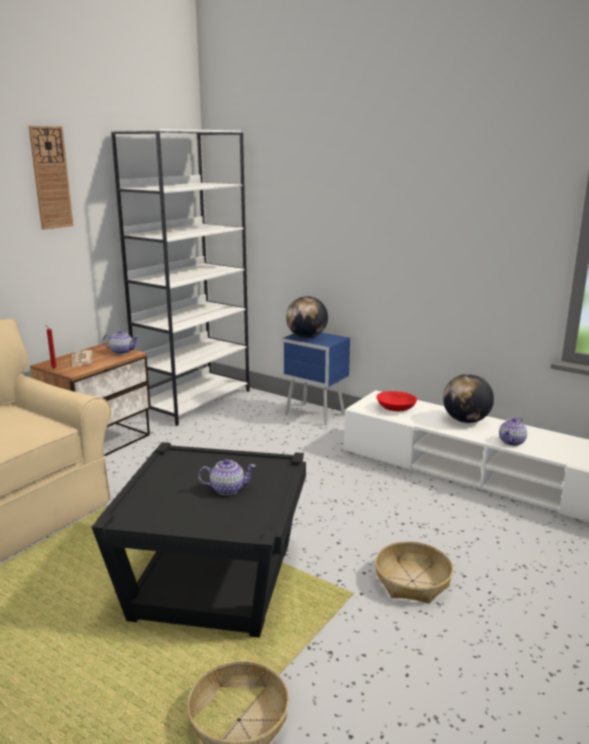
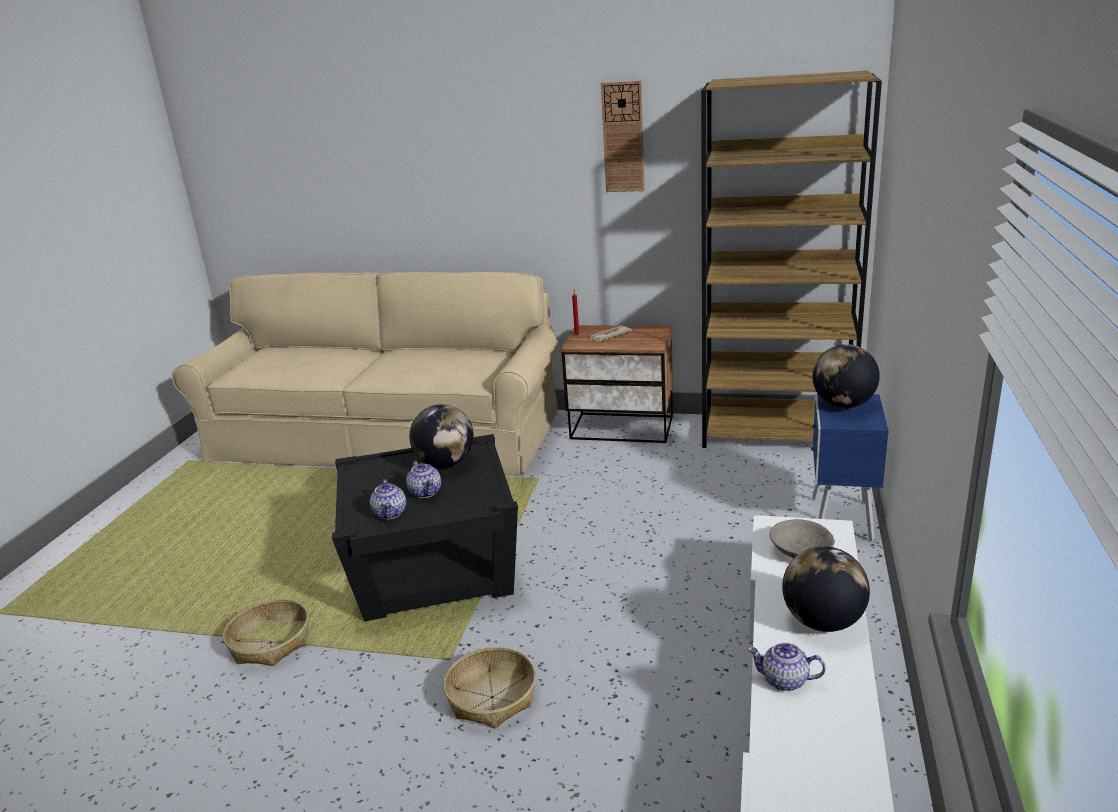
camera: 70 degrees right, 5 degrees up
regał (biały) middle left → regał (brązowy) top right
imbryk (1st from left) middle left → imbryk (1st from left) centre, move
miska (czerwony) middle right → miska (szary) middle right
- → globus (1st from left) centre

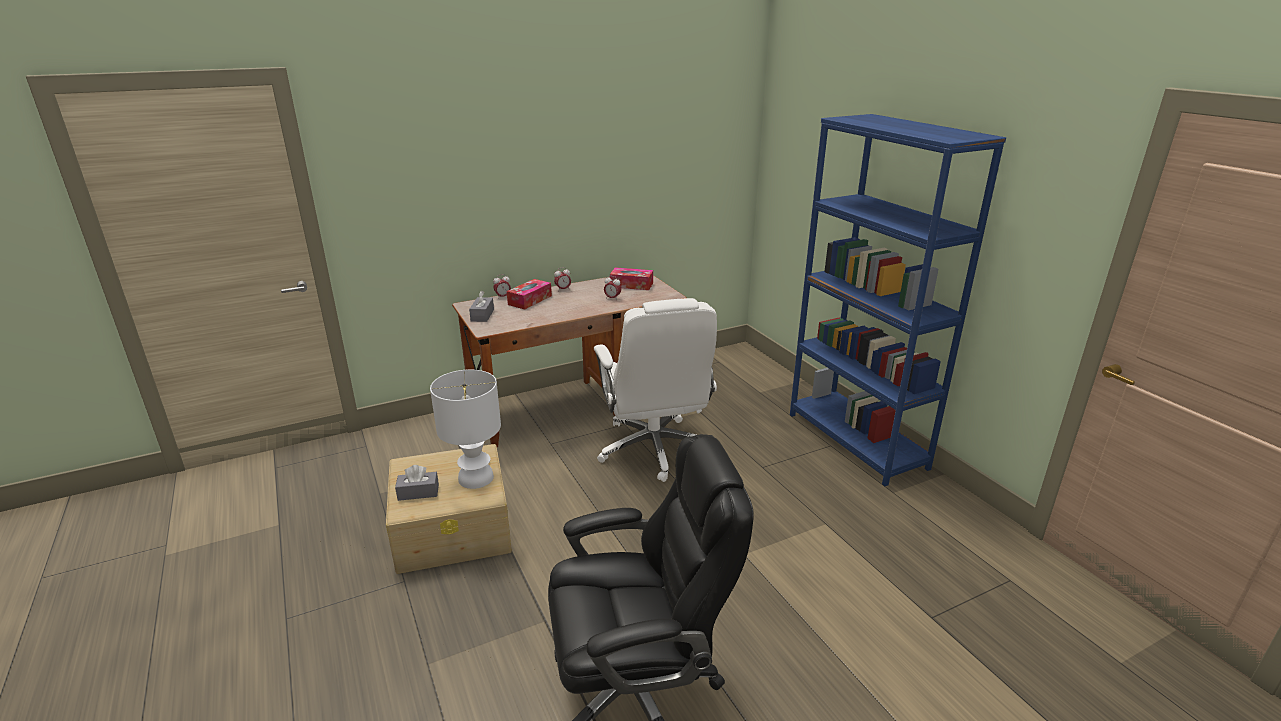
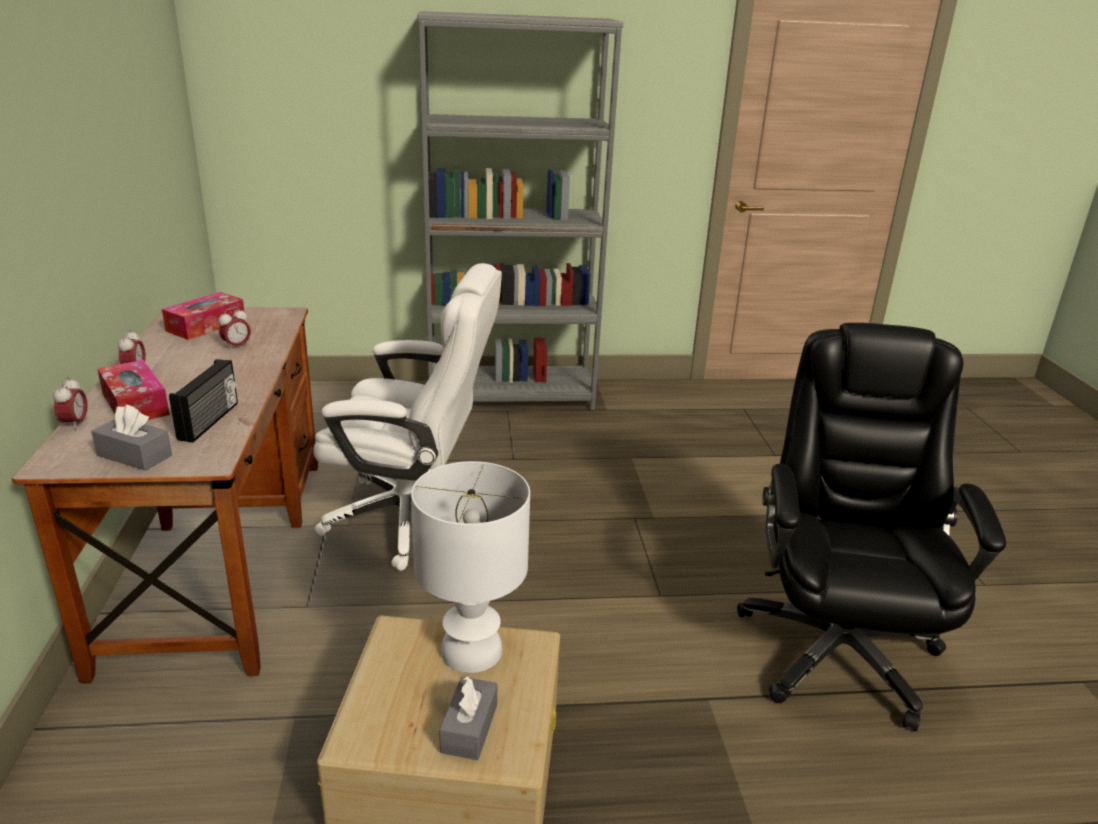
camera: 70 degrees left, 0 degrees up
regał (niebieski) middle right → regał (szary) top centre
- → radio middle left

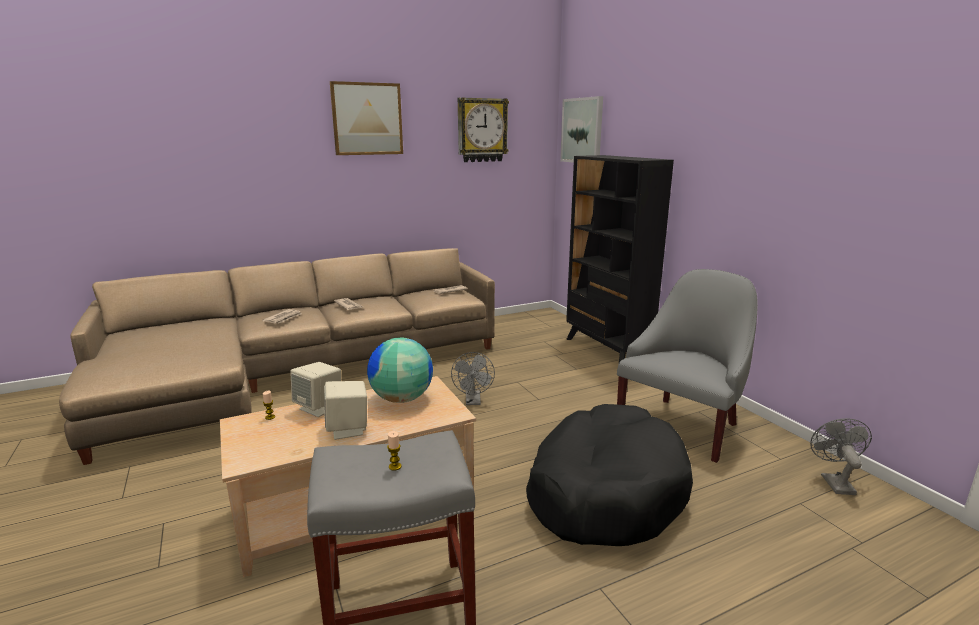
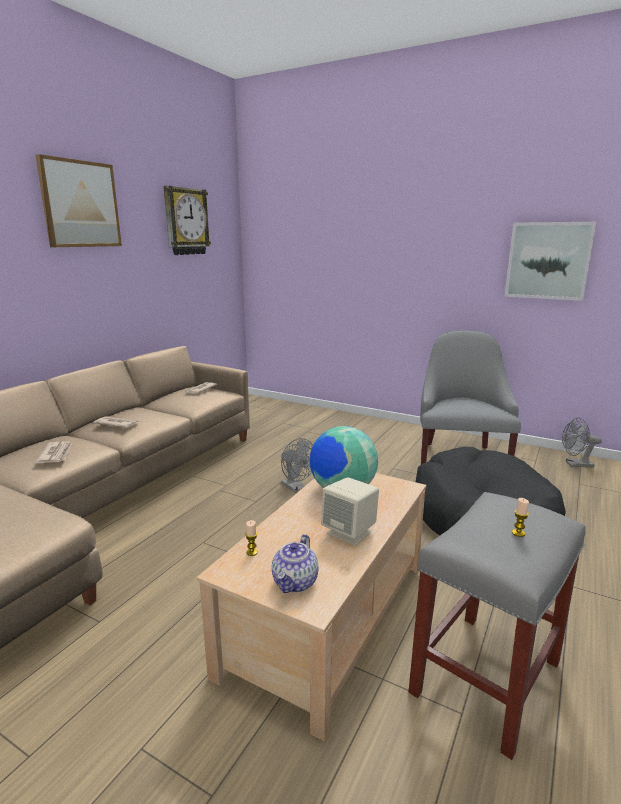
camera: 35 degrees left, 0 degrees up
obraz (2nd from left) top centre → obraz (2nd from left) top right, move
regał (czarny) centre → -
głośnik (beżowy) (1st from left) middle left → -
wentylator (szary) (2nd from left) bottom right → wentylator (szary) (2nd from left) middle right, 60 degrees counterclockwise
- → imbryk bottom centre

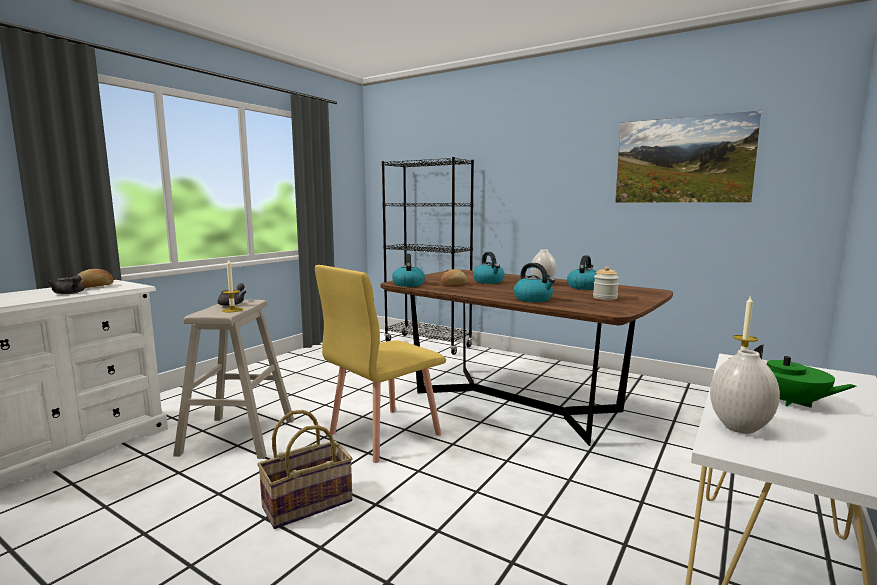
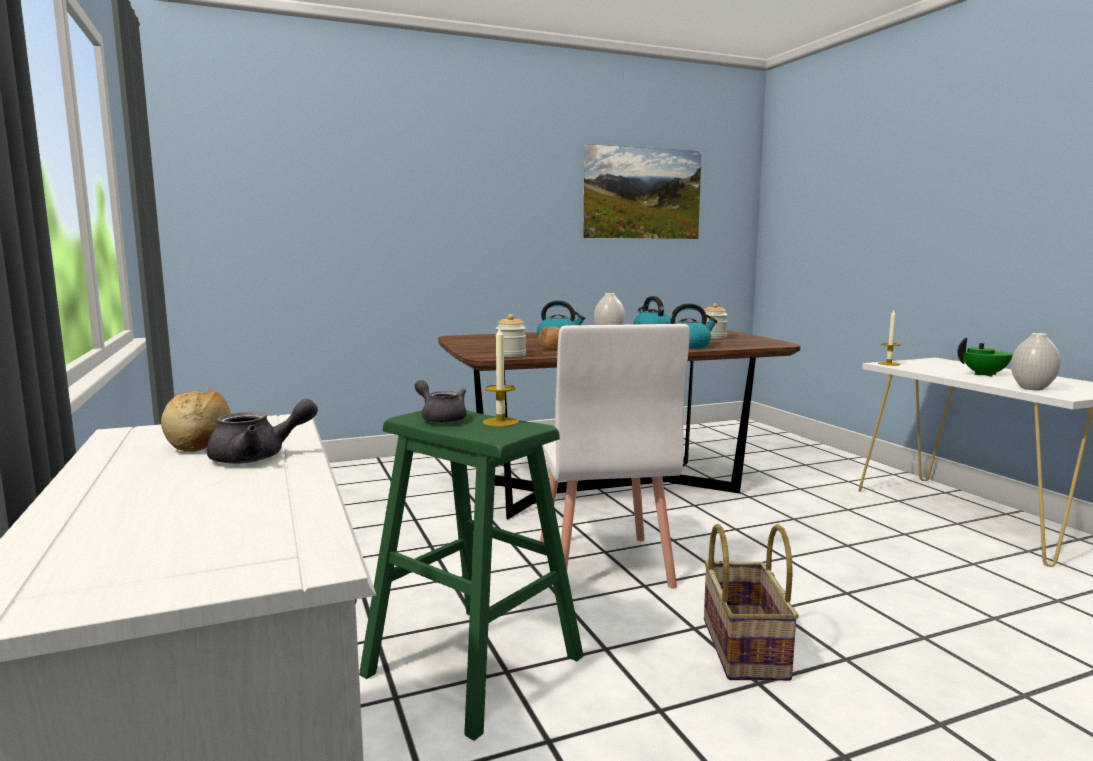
camera: 55 degrees left, 0 degrees up
regał (czarny) centre → -
czajnik (1st from left) centre → słoik (1st from left) centre
krzesło (żółty) centre → krzesło (biały) centre
stołek (beżowy) middle left → stołek (zielony) bottom centre

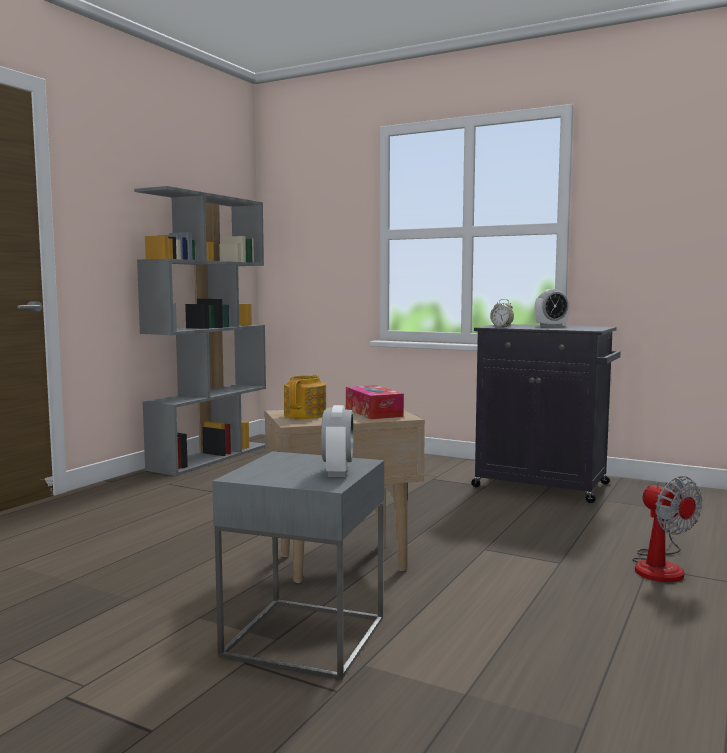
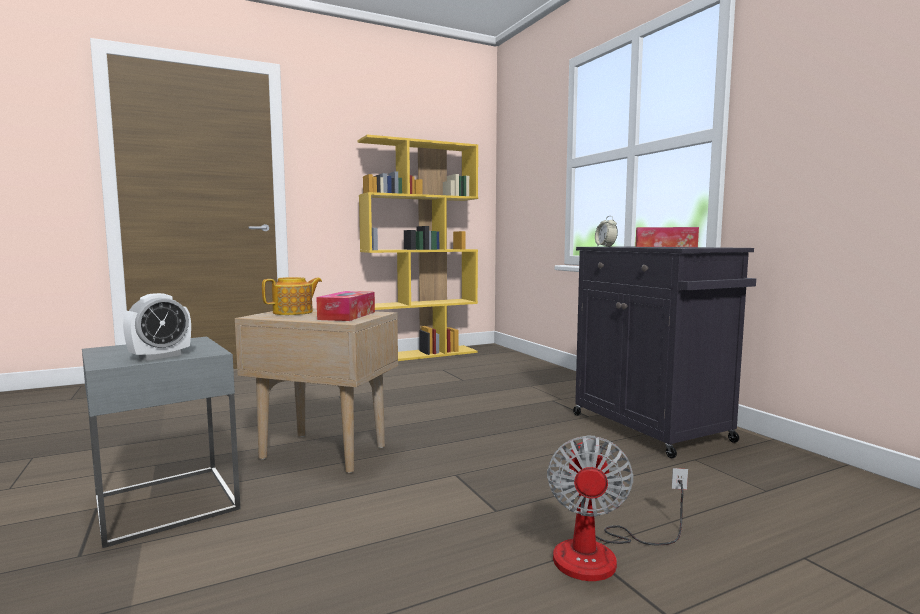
camera: 35 degrees right, 0 degrees up
regał (szary) middle left → regał (żółty) centre
budzik (3rd from left) middle right → pudełko chusteczek (2nd from left) middle right

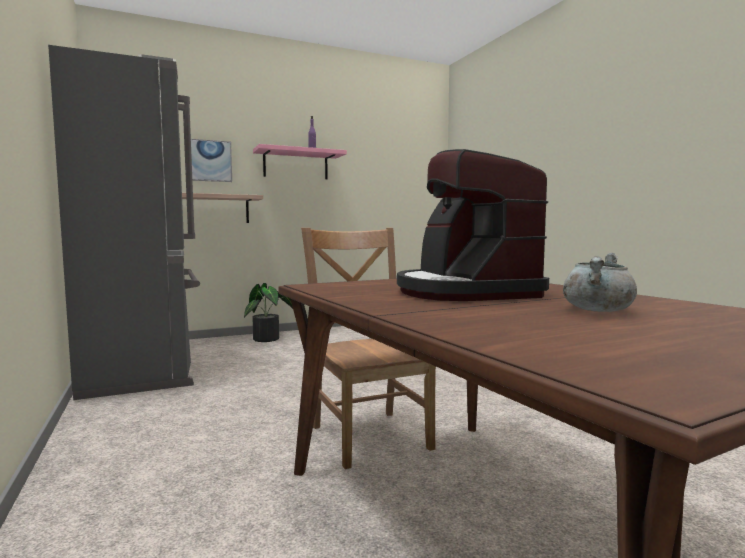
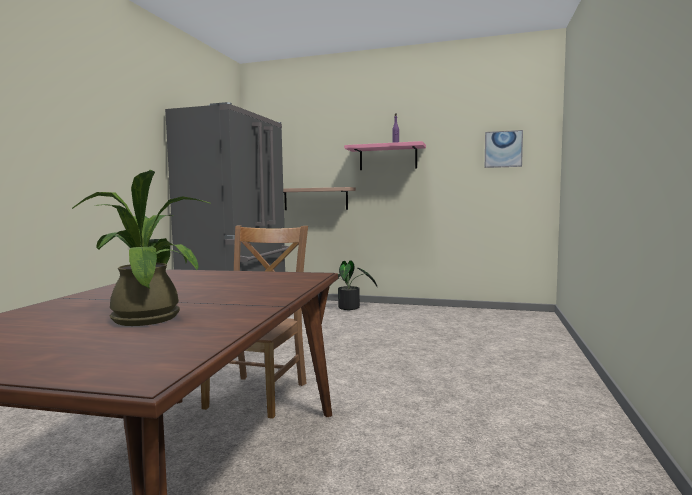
camera: 40 degrees right, 0 degrees up
obraz top left → obraz top right, move
ekspres do kawy centre → -
garnek (szary) middle right → roślina doniczkowa (1st from left) middle left

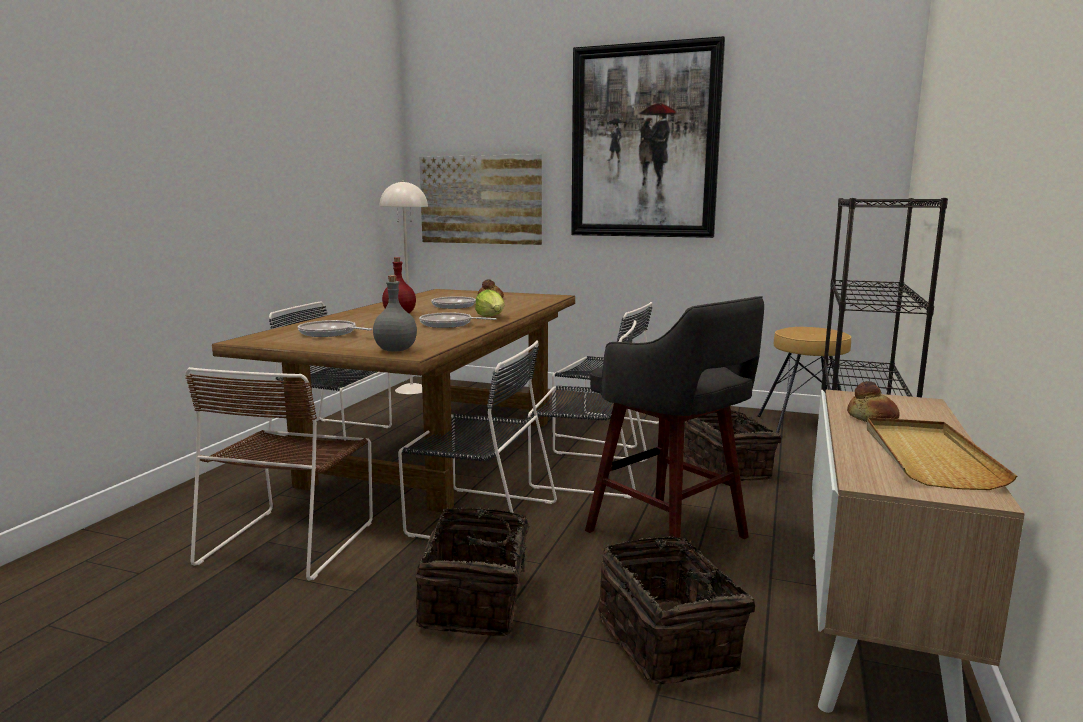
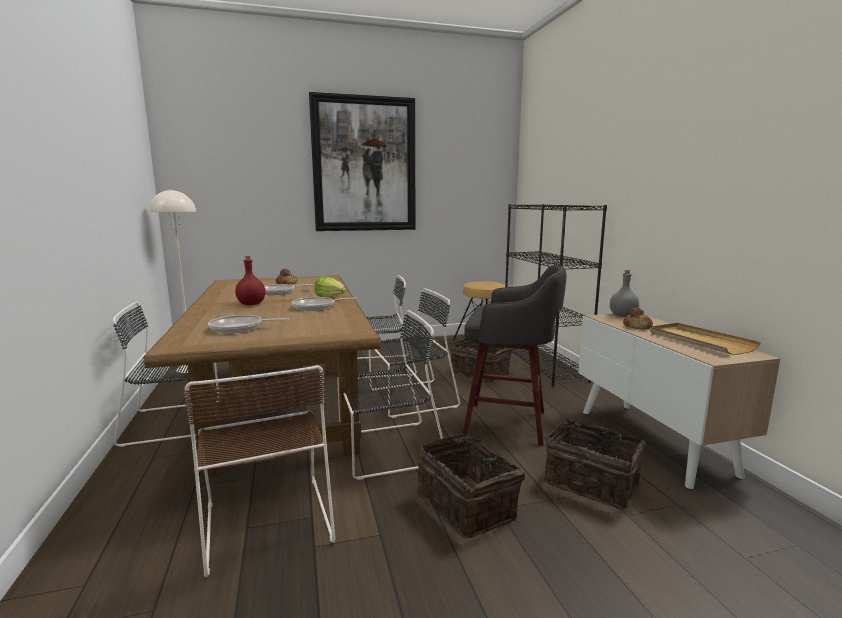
camera: 35 degrees left, 0 degrees up
obraz (1st from left) top centre → -
butelka (szary) centre → butelka (szary) middle right, move

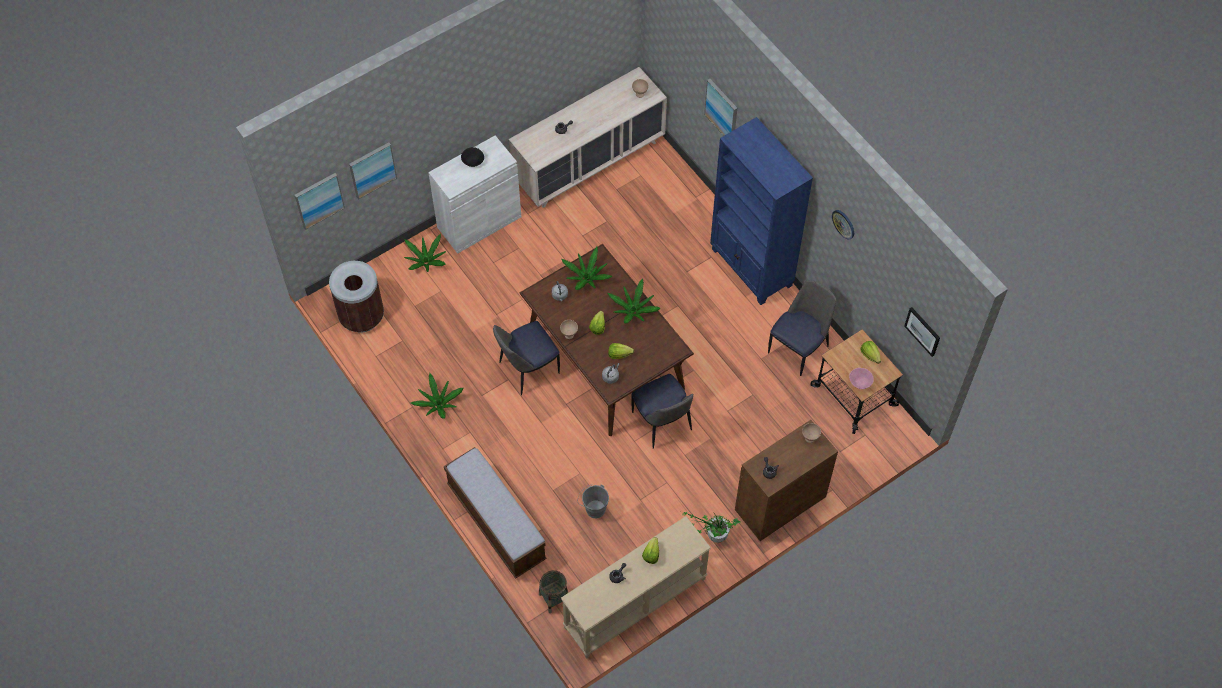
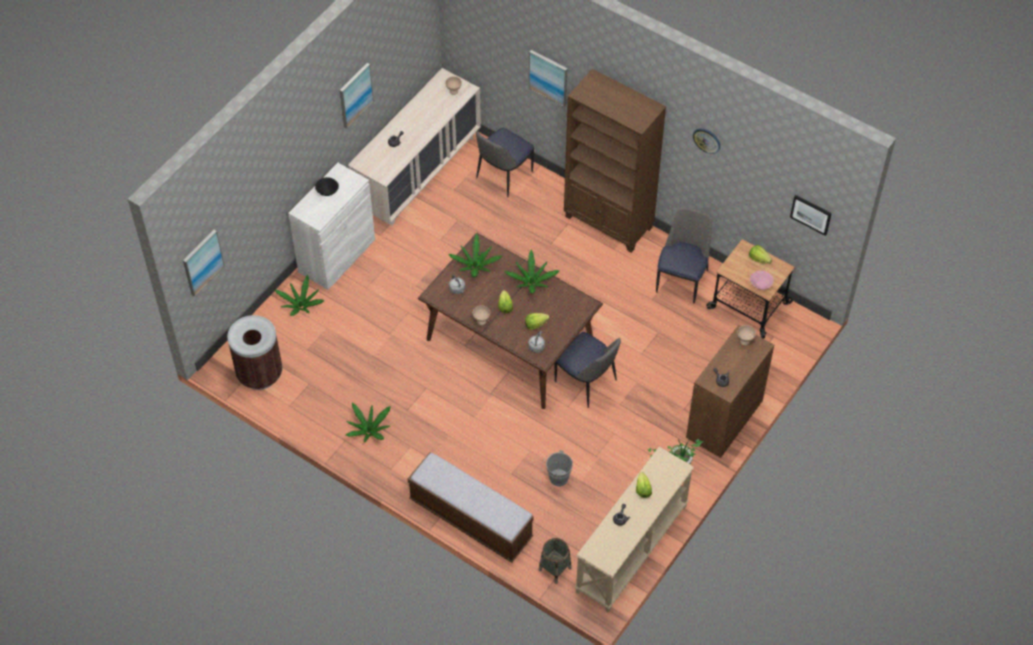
camera: 20 degrees left, 5 degrees down
regał (niebieski) top centre → regał (brązowy) top centre
obraz (2nd from left) top left → obraz (2nd from left) top centre, move
krzesło (1st from left) centre → krzesło (1st from left) top centre, move

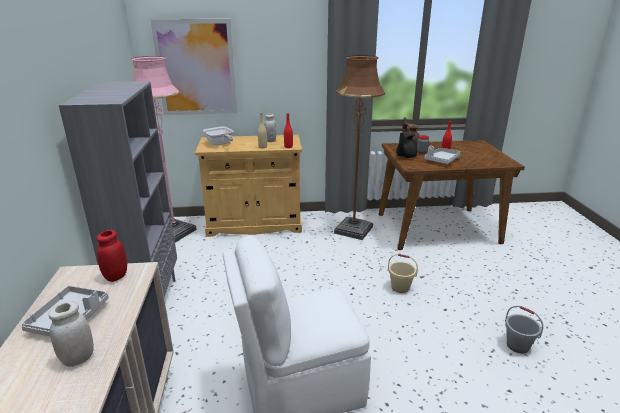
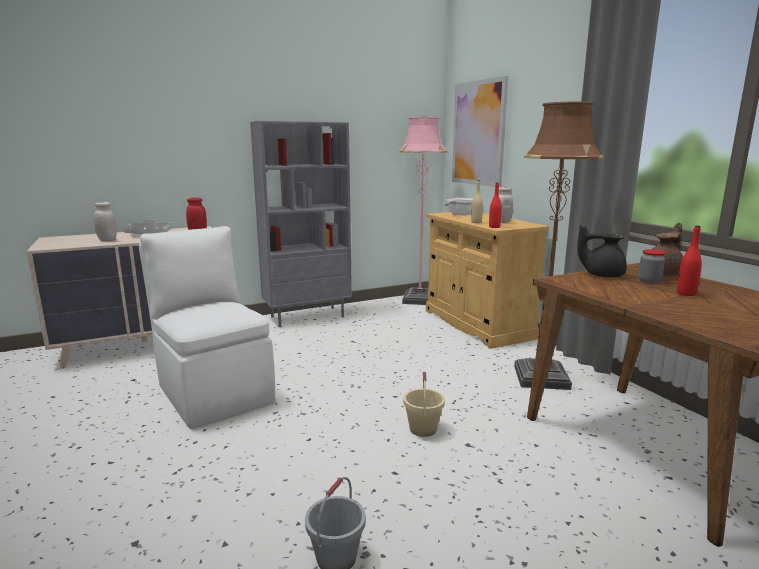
camera: 70 degrees right, 10 degrees down
taca (szary) (2nd from left) middle right → -

